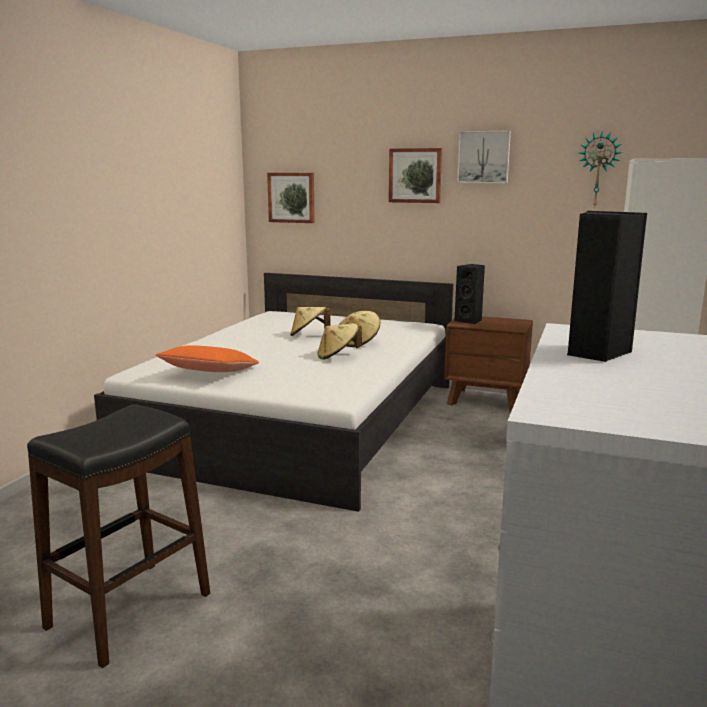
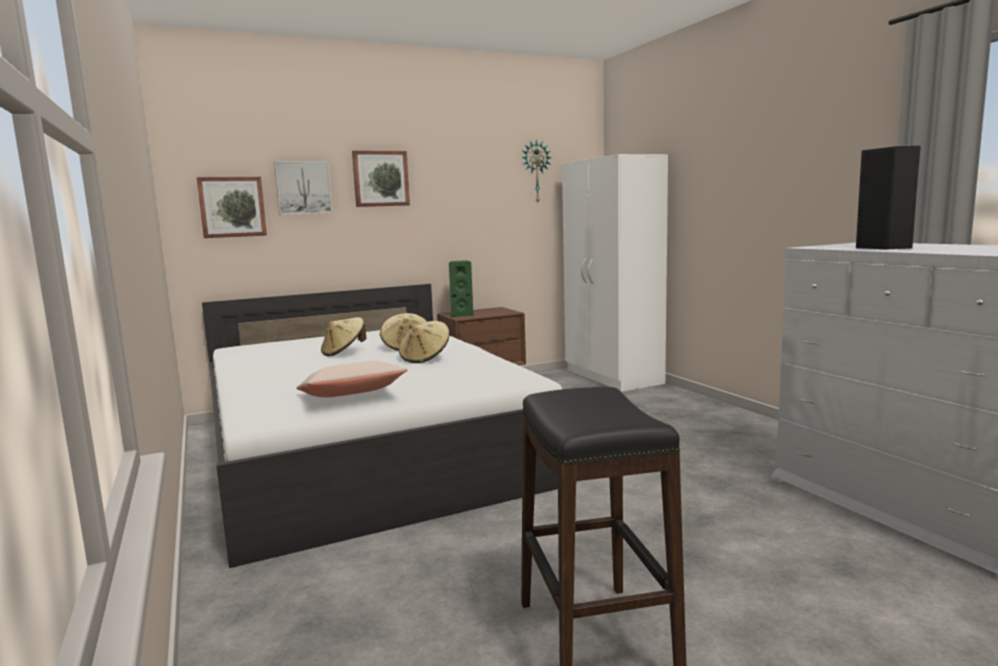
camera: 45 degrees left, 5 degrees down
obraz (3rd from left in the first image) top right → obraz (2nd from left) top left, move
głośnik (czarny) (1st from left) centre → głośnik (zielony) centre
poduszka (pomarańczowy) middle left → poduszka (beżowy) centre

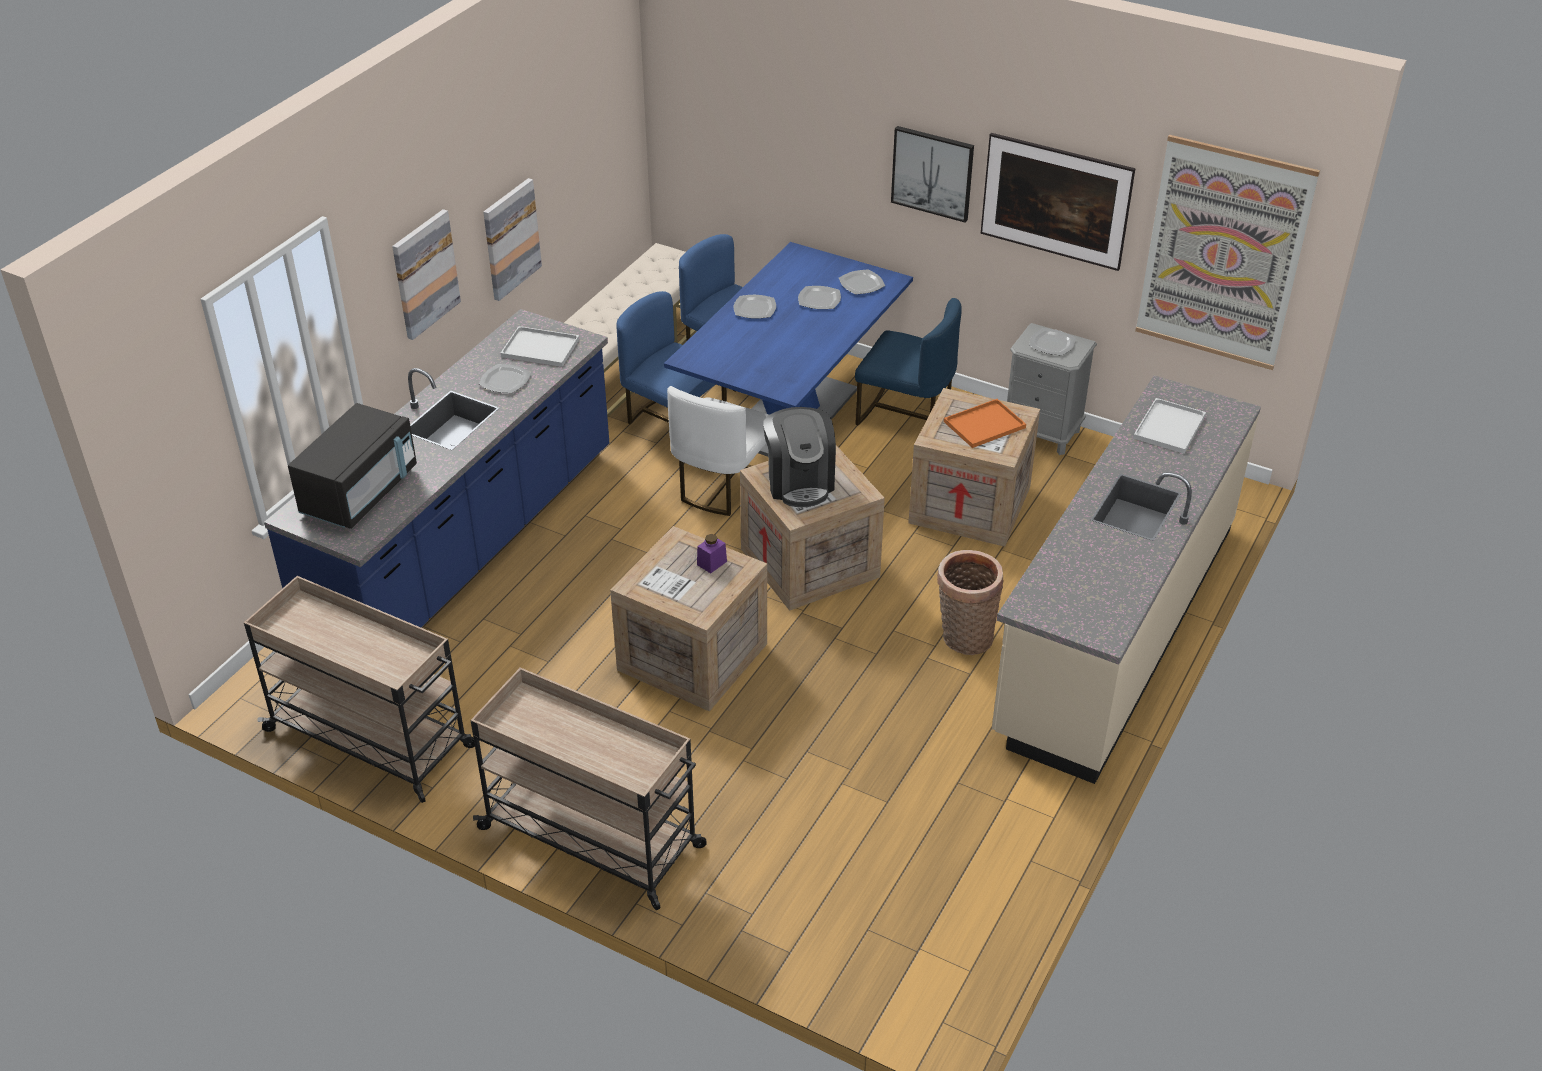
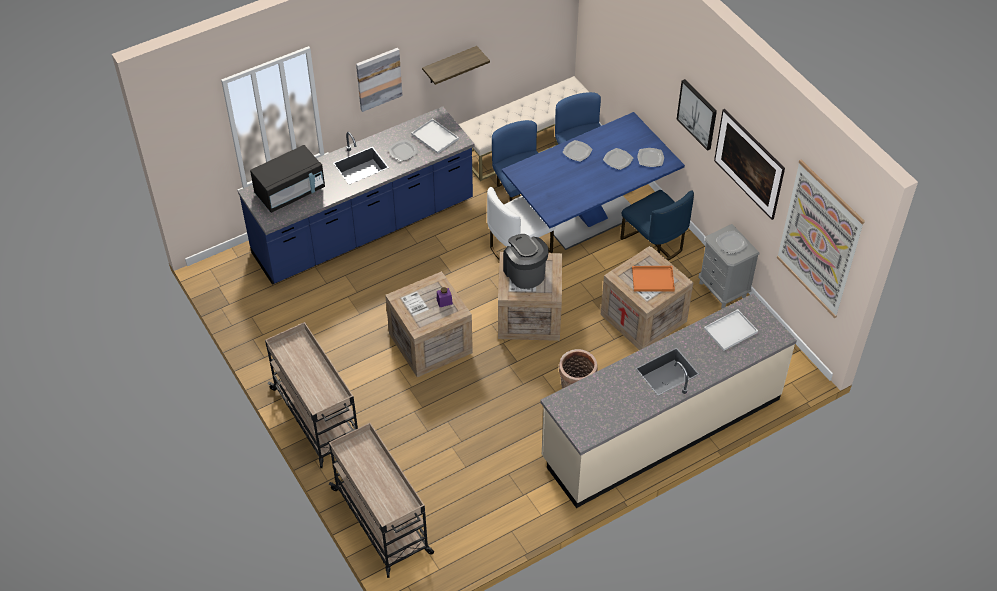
camera: 30 degrees right, 10 degrees up
obraz (2nd from left) top left → półka top centre
ekspres do kawy centre, 135 degrees clockwise
wózek (beżowy) (1st from left in the first image) middle left → wózek (beżowy) (2nd from left) bottom centre, move

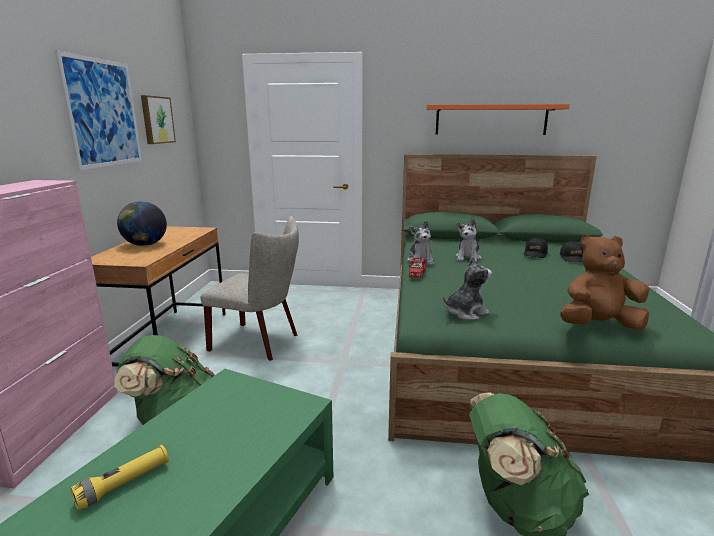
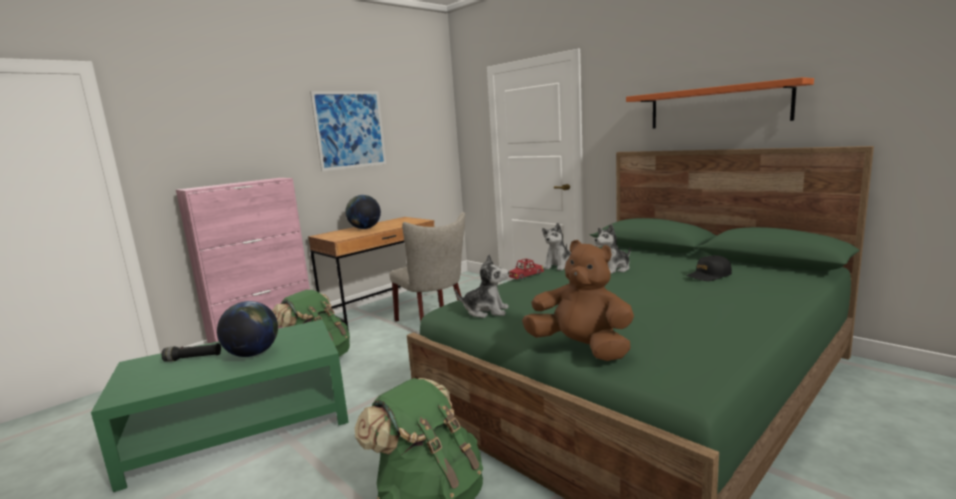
camera: 40 degrees right, 5 degrees down
obraz (2nd from left) top left → -
czapka z daszkiem (czarny) (2nd from left) middle right → -
latarka (żółty) bottom left → latarka (czarny) bottom left
- → globus (1st from left) middle left

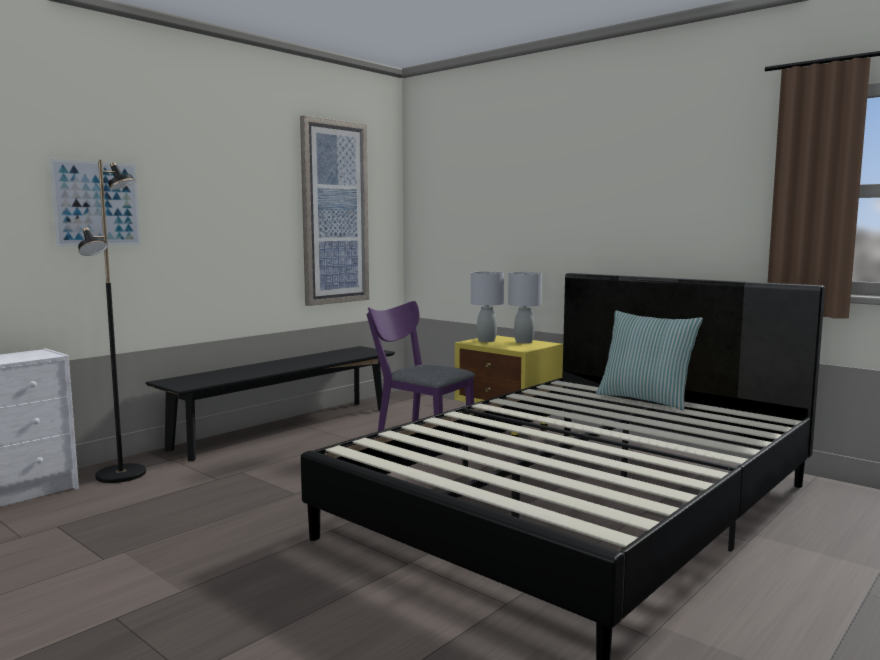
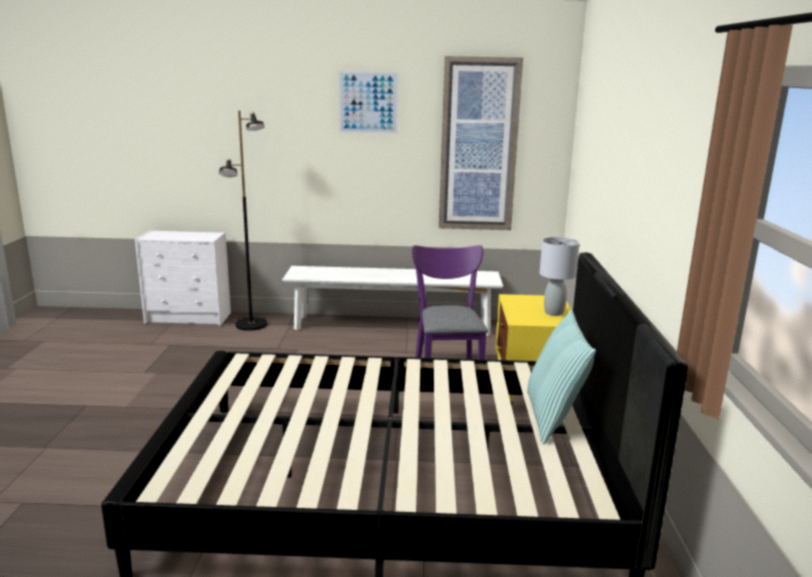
camera: 50 degrees right, 10 degrees up
obraz (1st from left) top left → obraz (1st from left) top centre, move
lampa stołowa (szary) (1st from left) centre → -
ławka (czarny) middle left → ławka (biały) centre

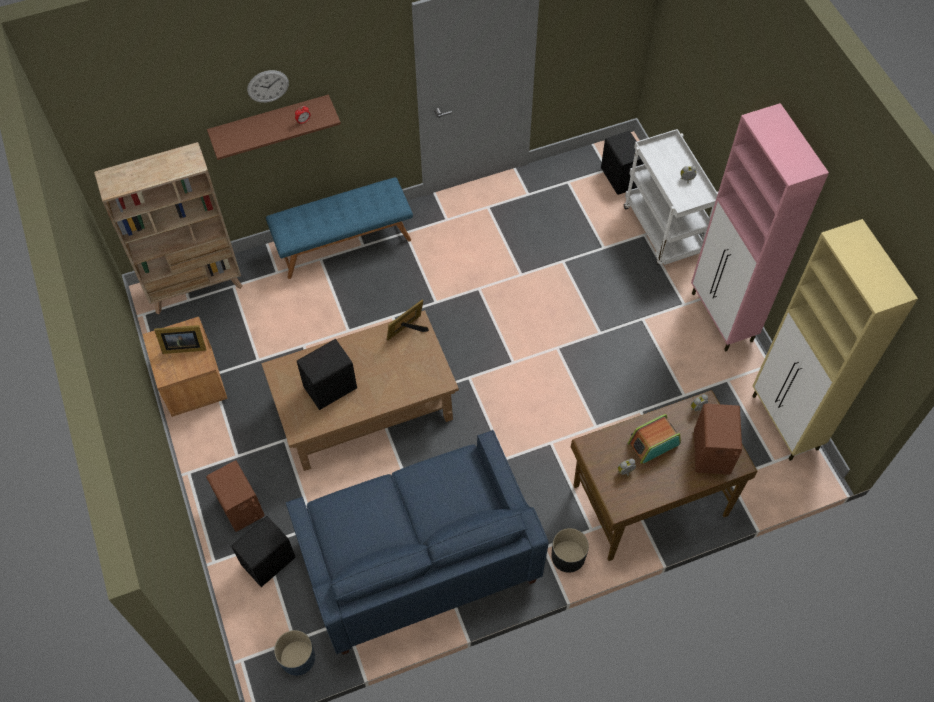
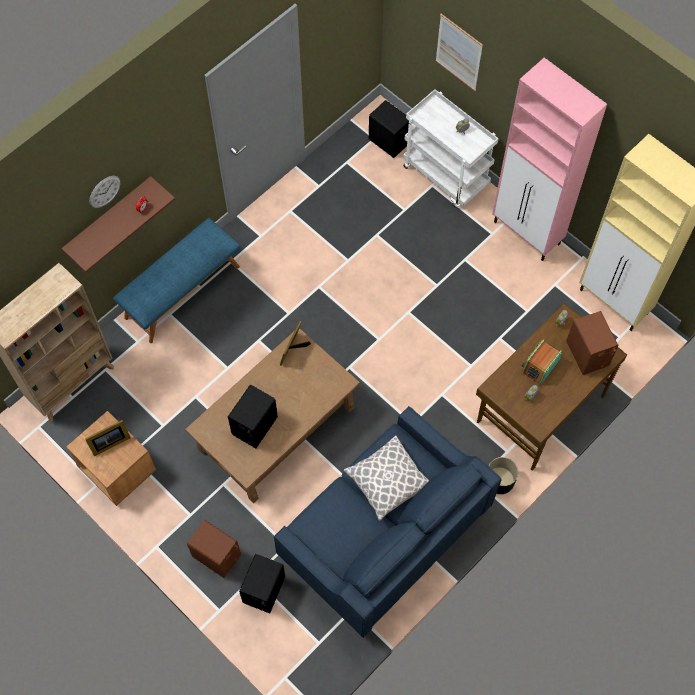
camera: 25 degrees left, 5 degrees up
donica (niebieski) bottom left → -
- → obraz top centre
- → poduszka bottom centre

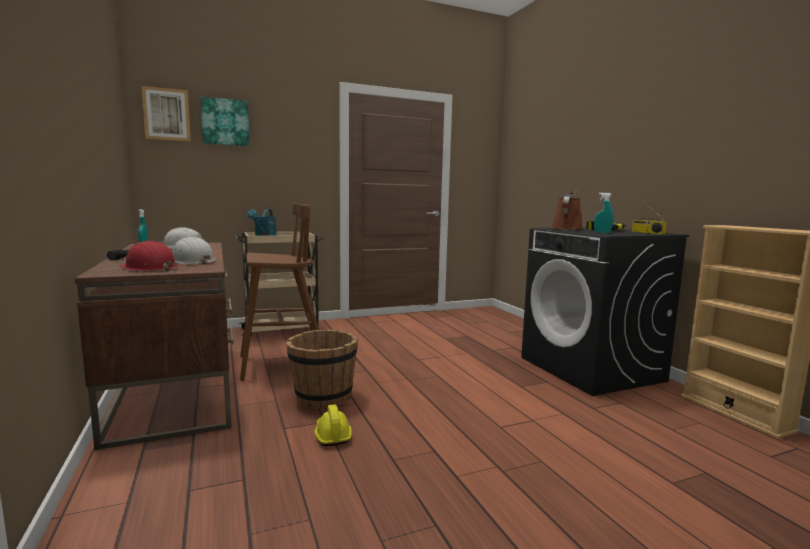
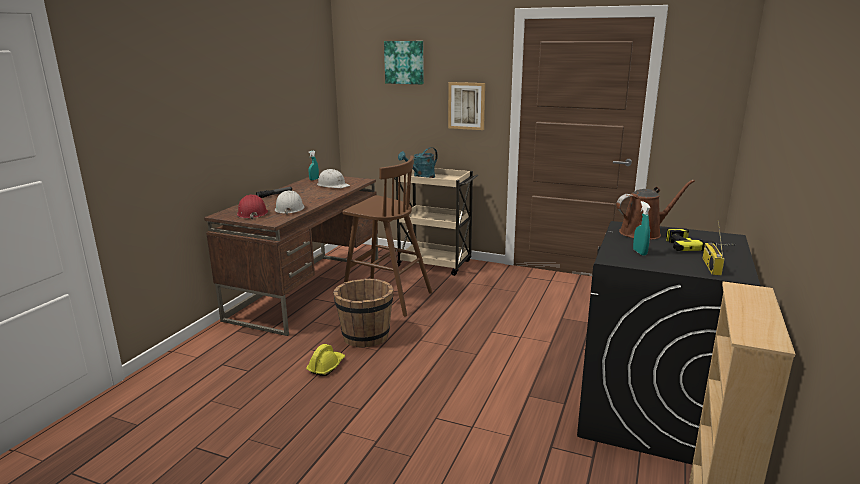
camera: 45 degrees right, 10 degrees up
obraz (1st from left in the first image) top left → obraz (2nd from left) top centre, move

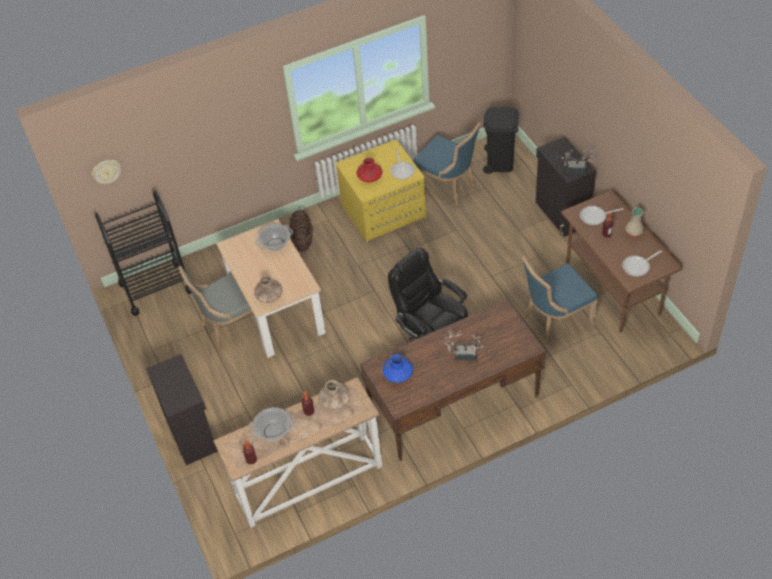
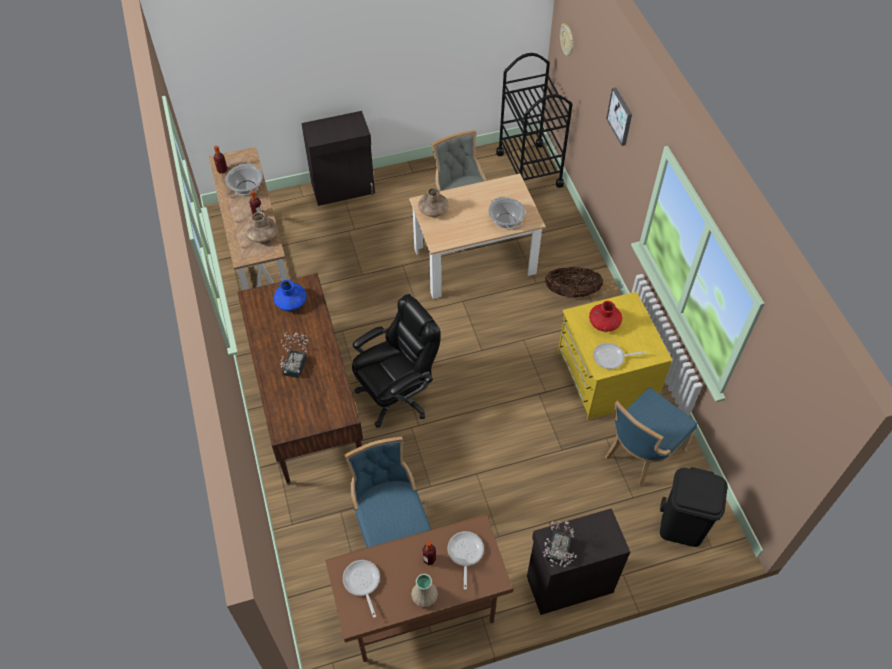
camera: 95 degrees right, 5 degrees up
- → obraz top right

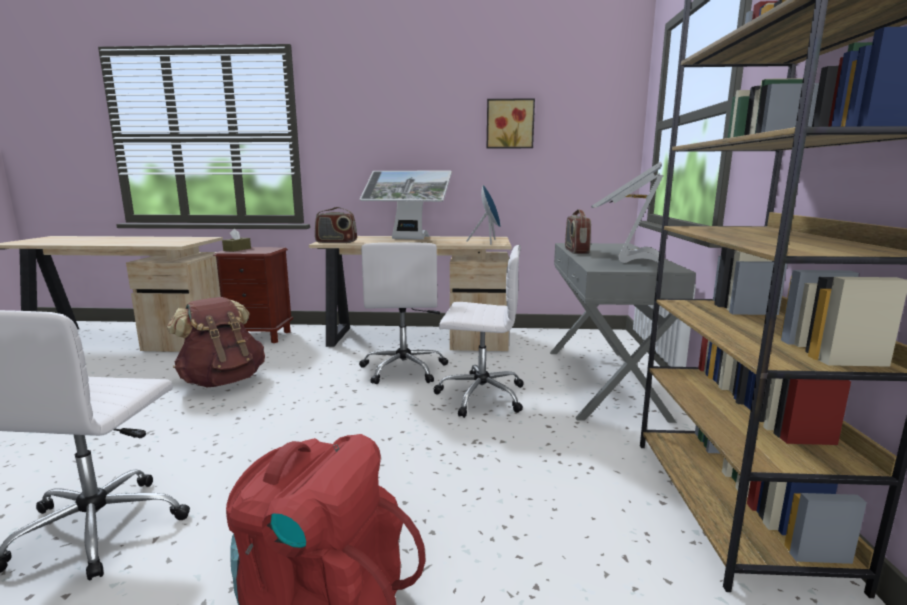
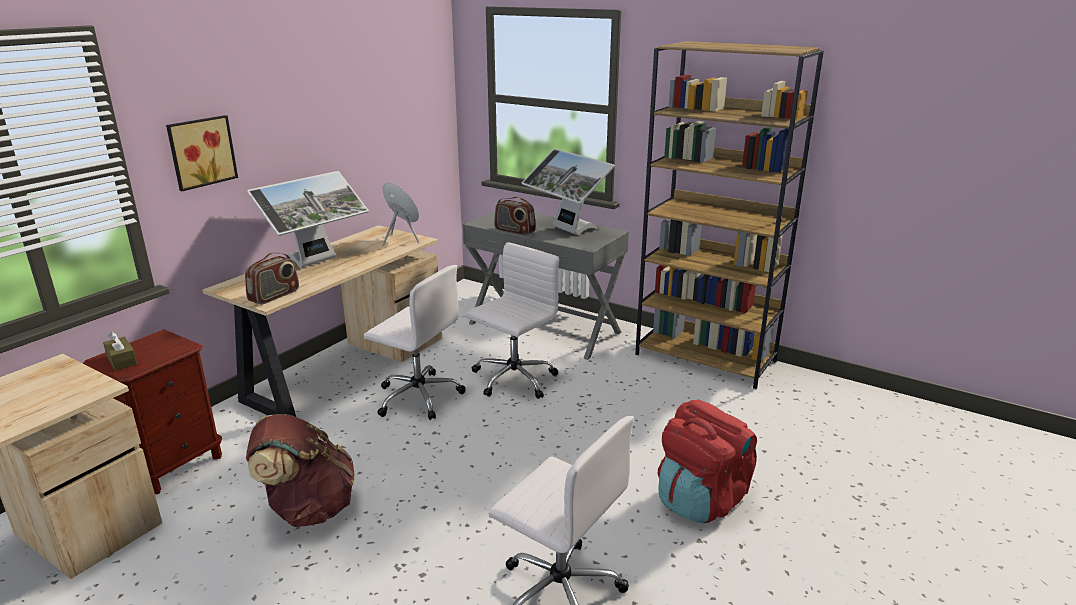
camera: 60 degrees left, 10 degrees up
obraz top centre → obraz top left, move

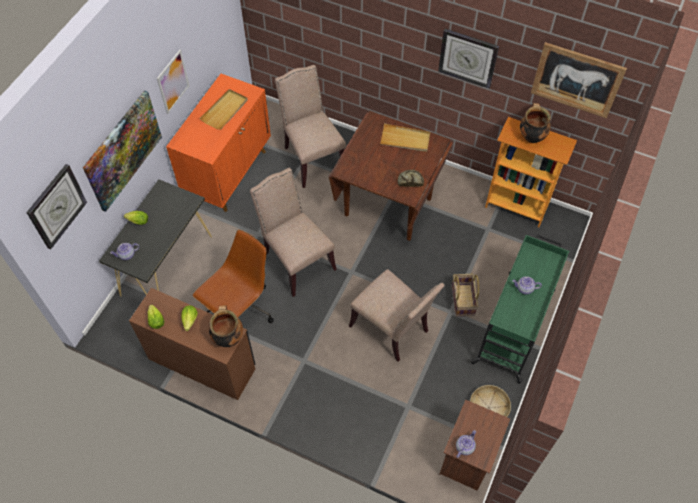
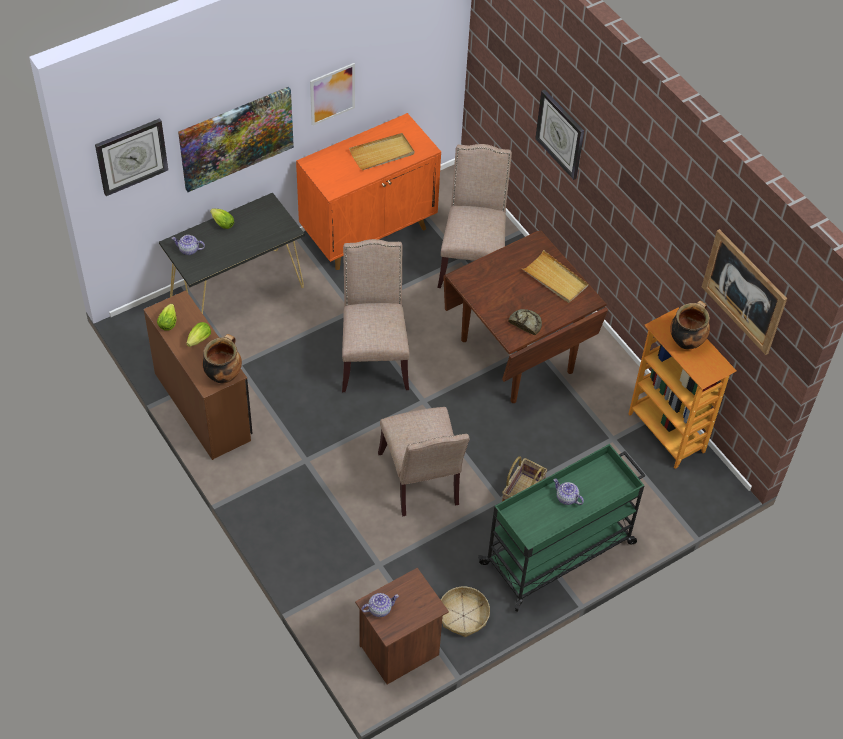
camera: 30 degrees right, 5 degrees down
zegar ścienny (2nd from left) top right → zegar ścienny (2nd from left) top centre, move
krzesło biurowe (brązowy) centre → -

